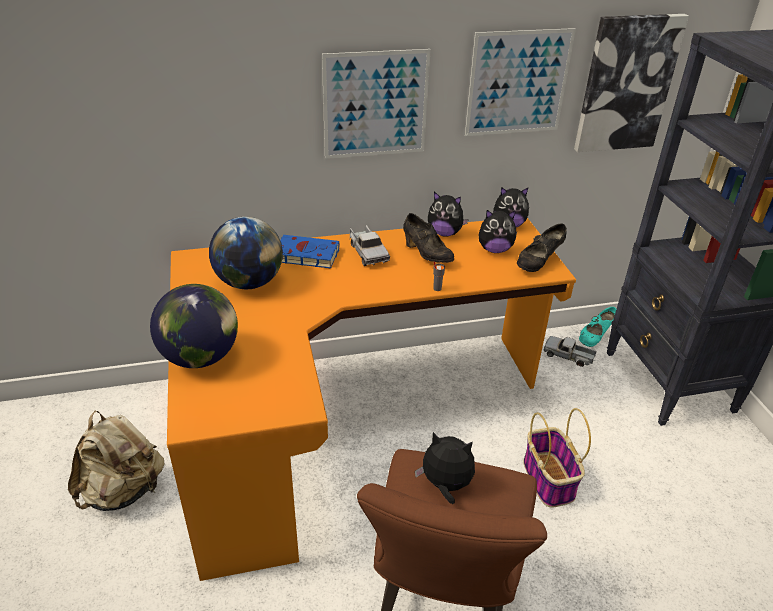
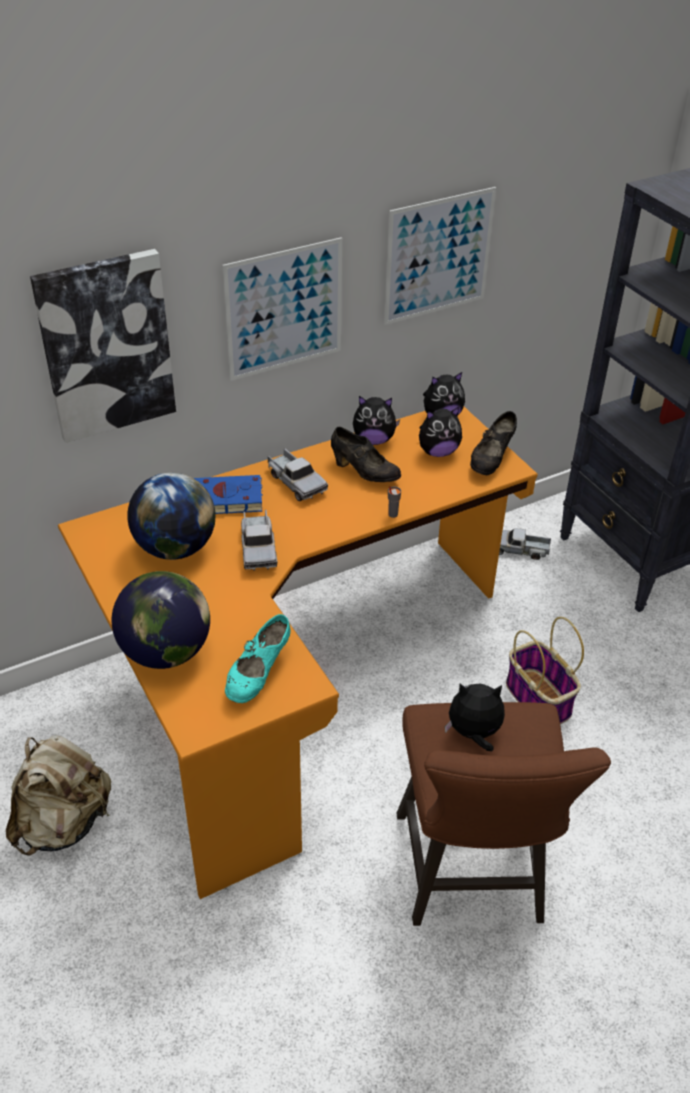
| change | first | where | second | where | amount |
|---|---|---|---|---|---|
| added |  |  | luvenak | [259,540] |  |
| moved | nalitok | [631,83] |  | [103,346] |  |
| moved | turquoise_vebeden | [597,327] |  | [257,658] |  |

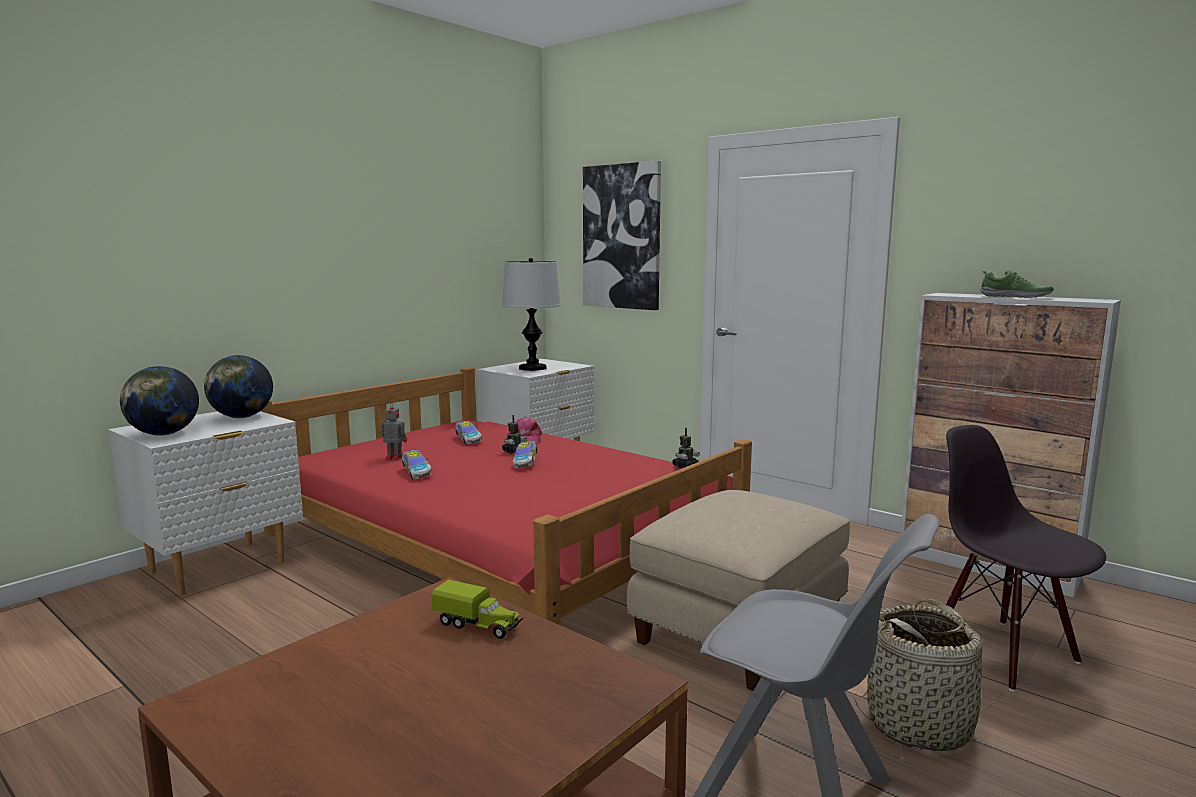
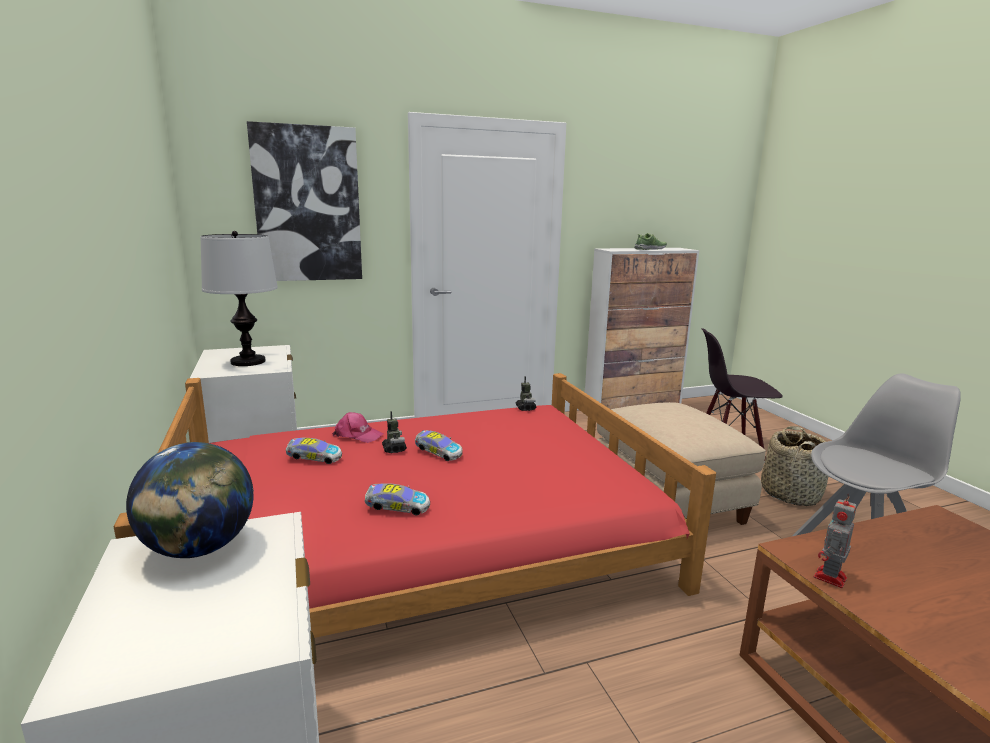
| change | first | where | second | where | amount |
|---|---|---|---|---|---|
| removed | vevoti | [159,401] |  |  |  |
| removed | luvenak | [477,609] |  |  |  |
| moved | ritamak | [393,433] |  | [835,540] |  |

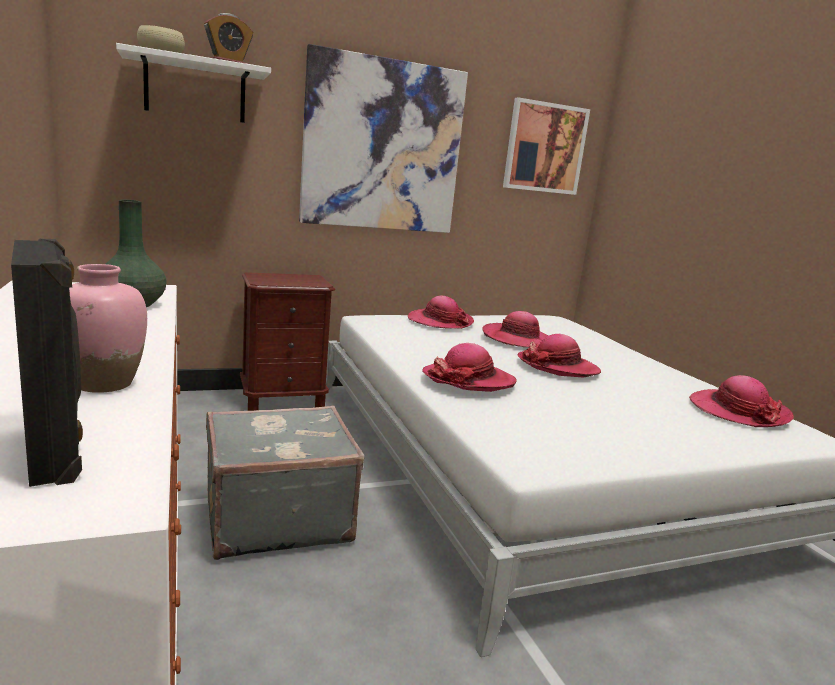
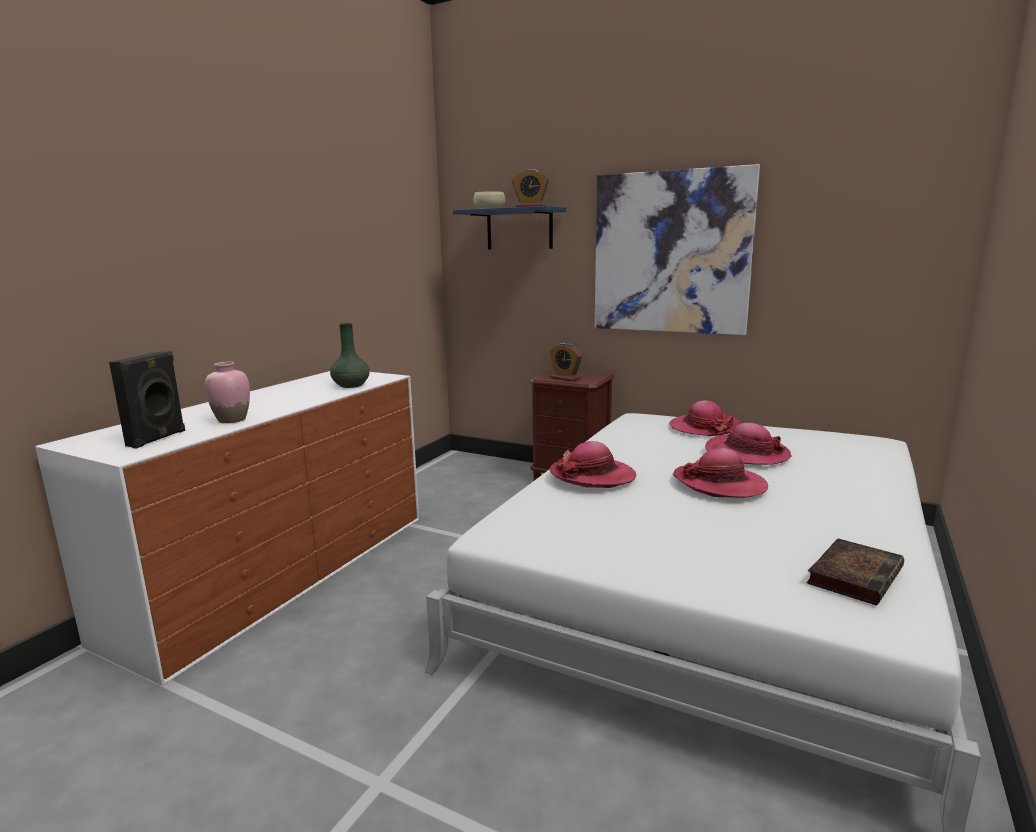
| change | first | where | second | where | amount |
|---|---|---|---|---|---|
| removed | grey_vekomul | [285,483] |  |  |  |
| removed | nalitok | [546,146] |  |  |  |
| added |  |  | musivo | [566,362] |  |
| replaced | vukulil | [741,401] | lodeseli | [855,572] |  |
| recoloured | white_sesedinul | [193,83] | blue_sesedinul | [509,228] |  |

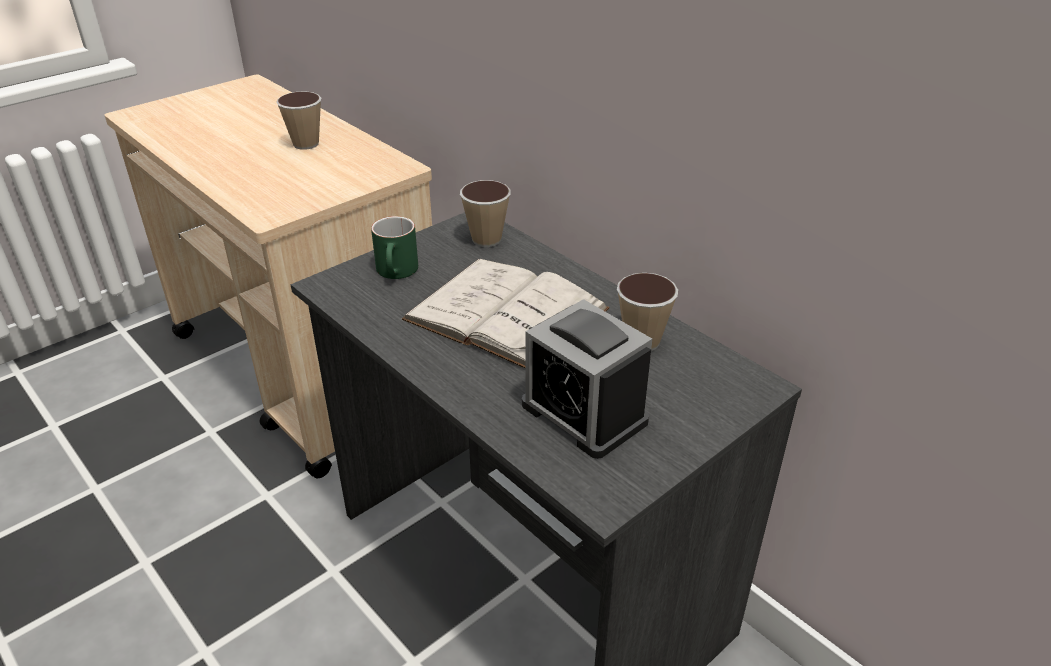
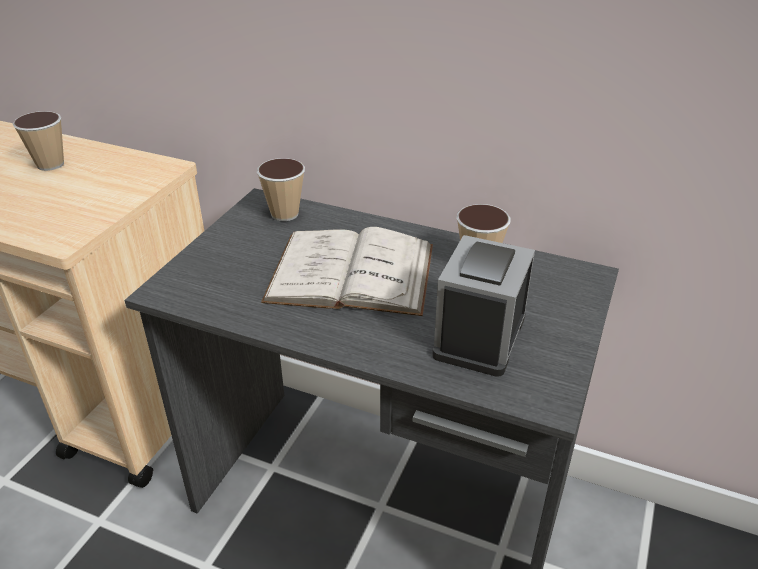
| change | first | where | second | where | amount |
|---|---|---|---|---|---|
| removed | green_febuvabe | [394,247] |  |  |  |
| turned | musivo | [587,379] |  | [483,306] | 90 degrees clockwise |

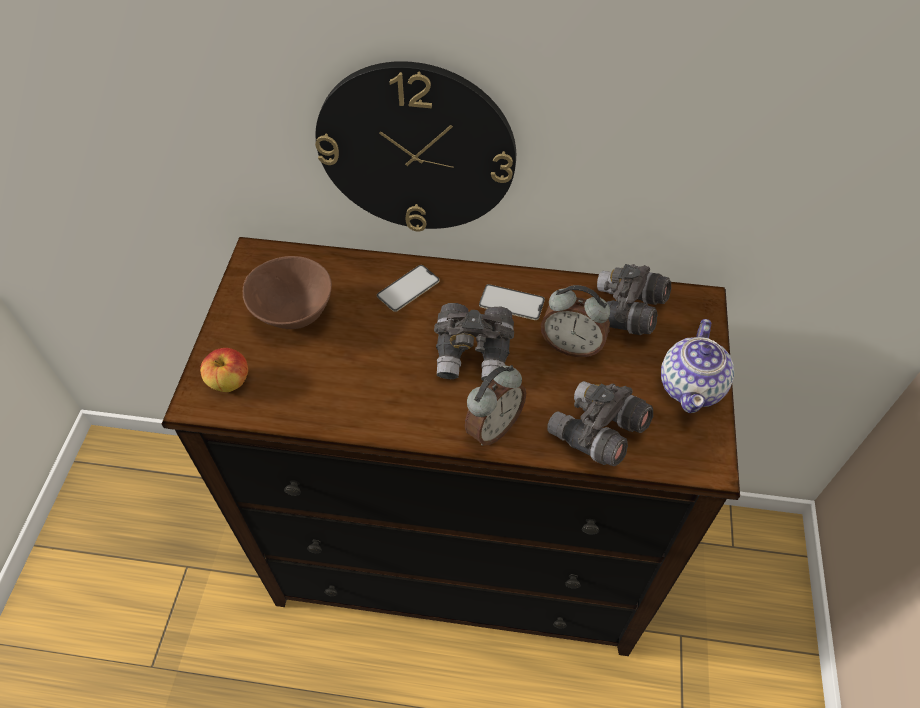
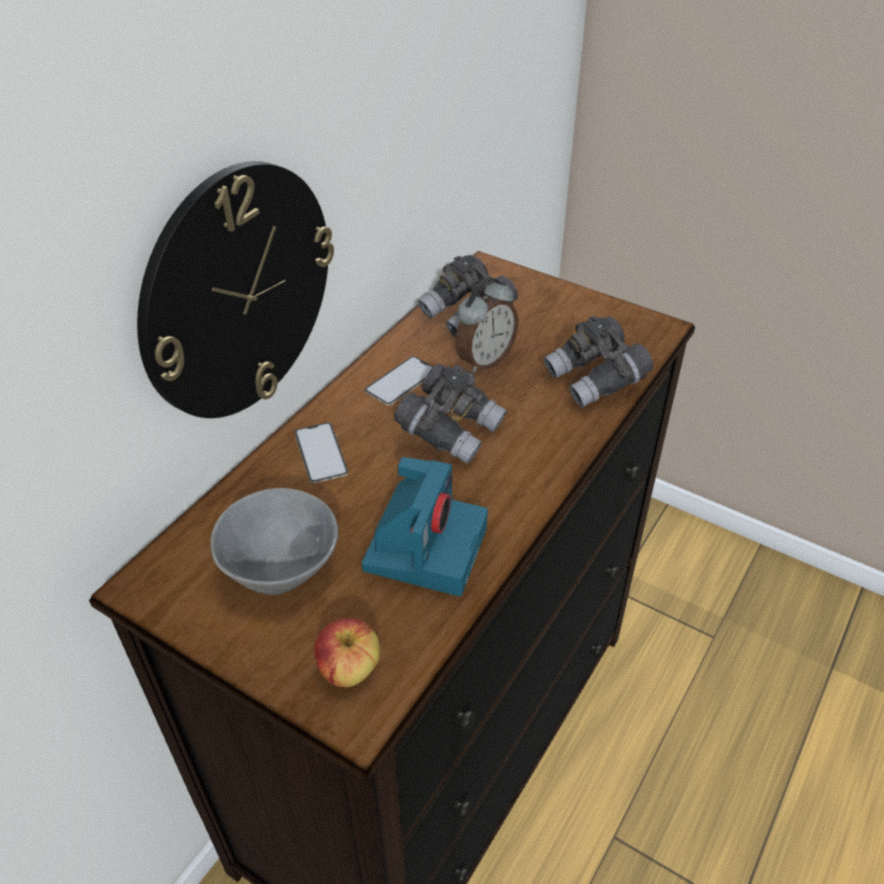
| change | first | where | second | where | amount |
|---|---|---|---|---|---|
| removed | musivo | [495,405] |  |  |  |
| removed | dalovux | [697,366] |  |  |  |
| added |  |  | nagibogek | [425,526] |  |
| recoloured | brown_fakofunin | [287,292] | grey_fakofunin | [274,541] |  |

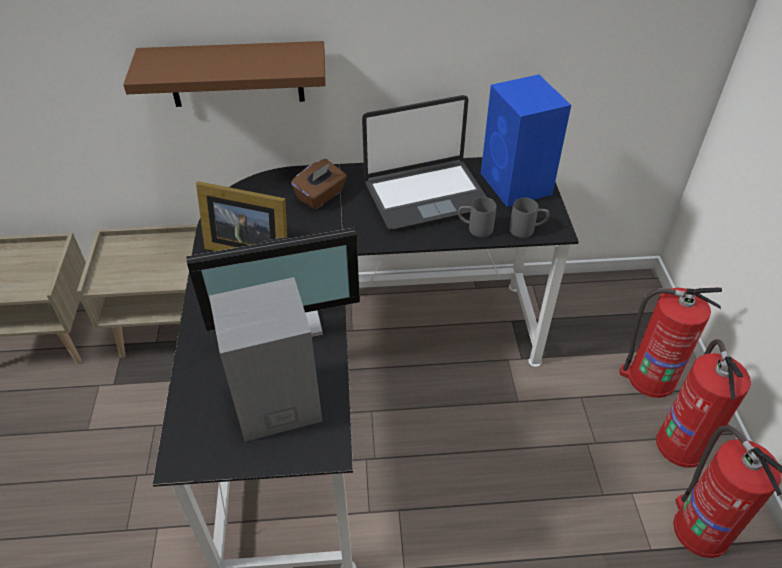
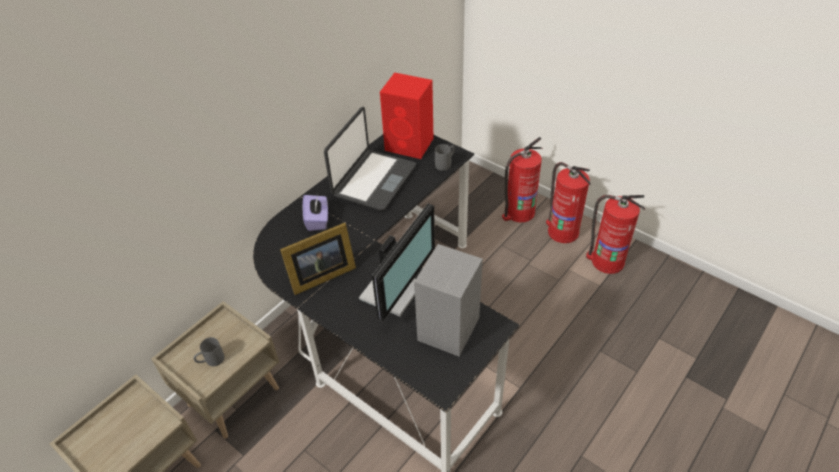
| change | first | where | second | where | amount |
|---|---|---|---|---|---|
| removed | brown_sesedinul | [224,74] |  |  |  |
| moved | grey_febuvabe | [477,217] |  | [209,351] |  |
| recoloured | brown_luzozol | [319,184] | purple_luzozol | [315,213] |  |
| recoloured | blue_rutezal | [526,141] | red_rutezal | [406,115] |  |

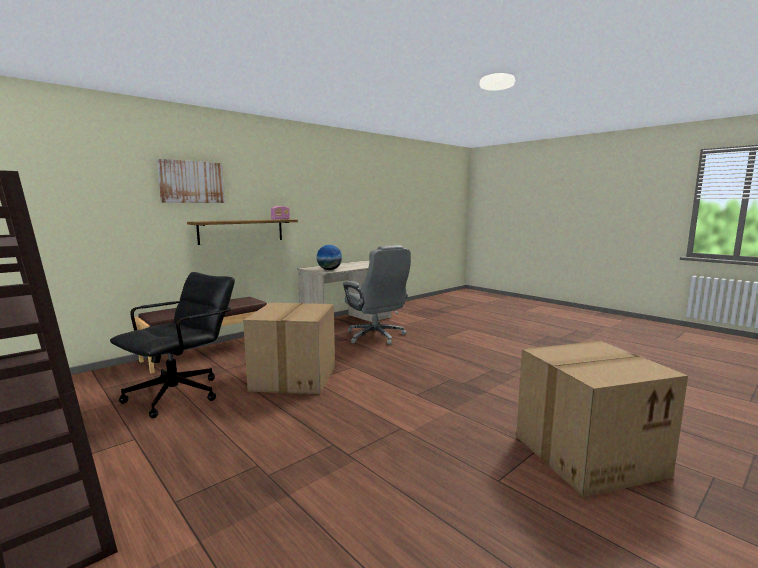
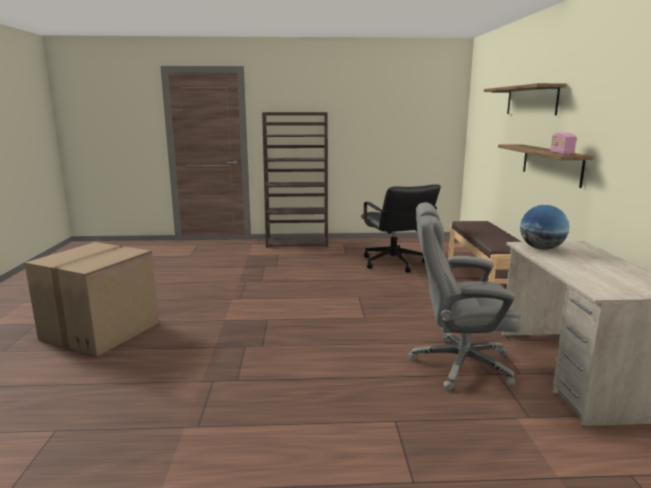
| change | first | where | second | where | amount |
|---|---|---|---|---|---|
| removed | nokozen | [289,348] |  |  |  |
| replaced | nalitok | [191,181] | sesedinul | [525,99] |  |

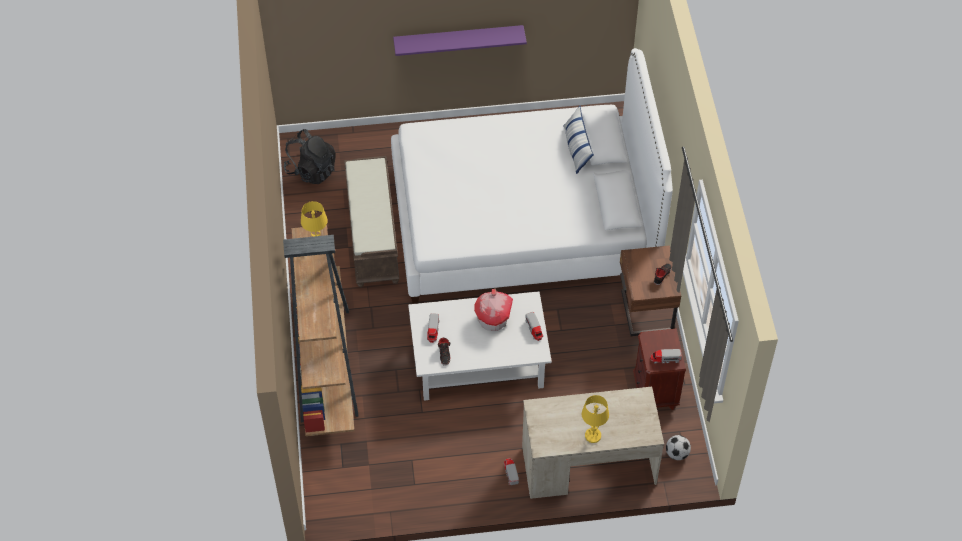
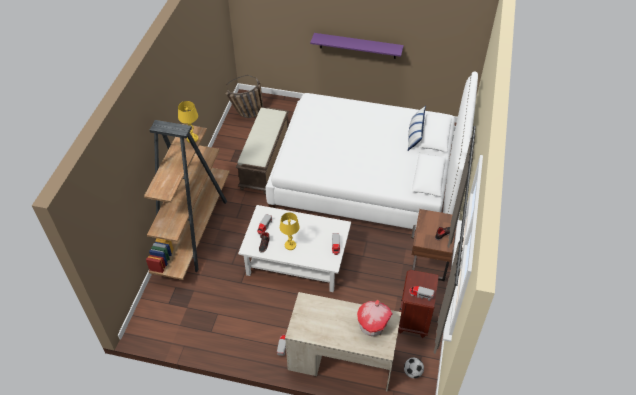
| change | first | where | second | where | amount |
|---|---|---|---|---|---|
| moved | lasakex | [493,310] |  | [374,318] |  |
| moved | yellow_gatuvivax | [595,419] |  | [289,231] |  |
| replaced | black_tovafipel | [309,156] | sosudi | [244,96] |  |

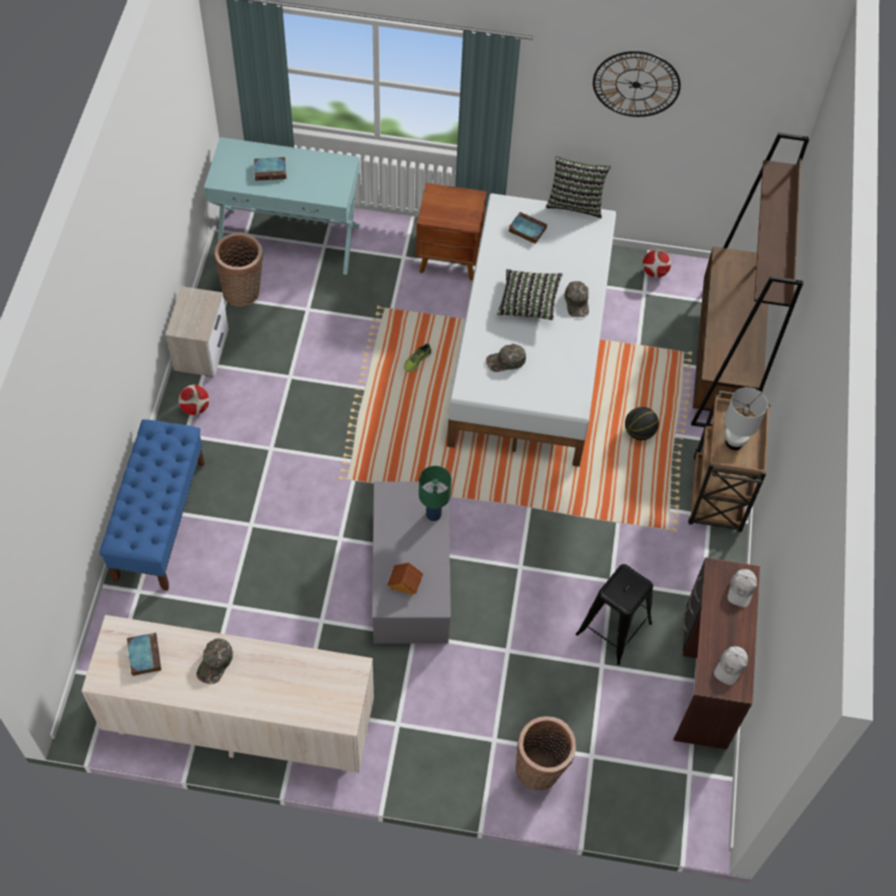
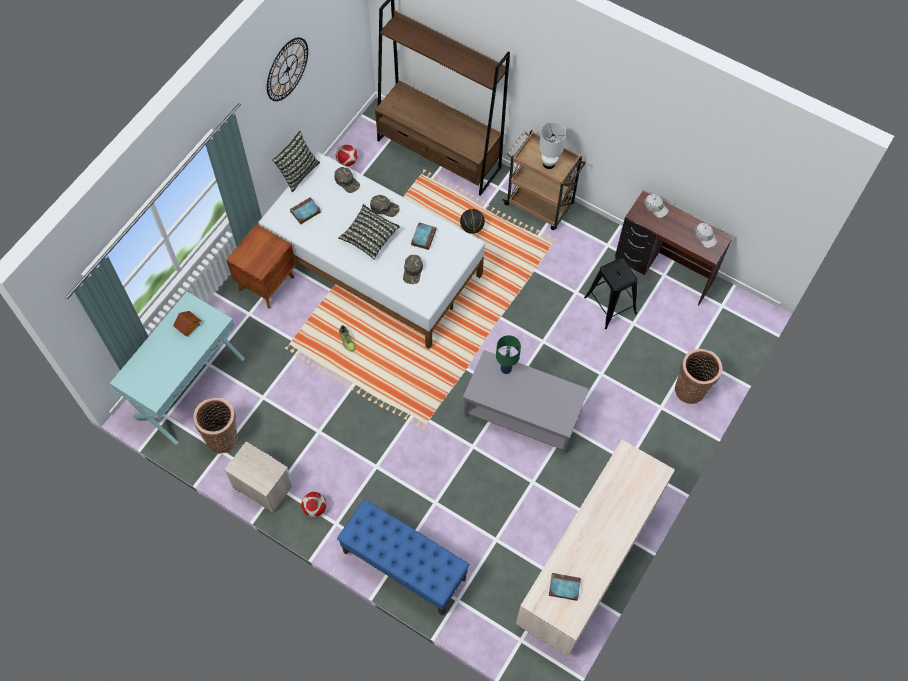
| change | first | where | second | where | amount |
|---|---|---|---|---|---|
| moved | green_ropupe | [214,661] |  | [347,180] |  |
| moved | lodeseli | [270,169] |  | [424,236] |  |
| moved | lasakex | [405,579] |  | [187,324] |  |

